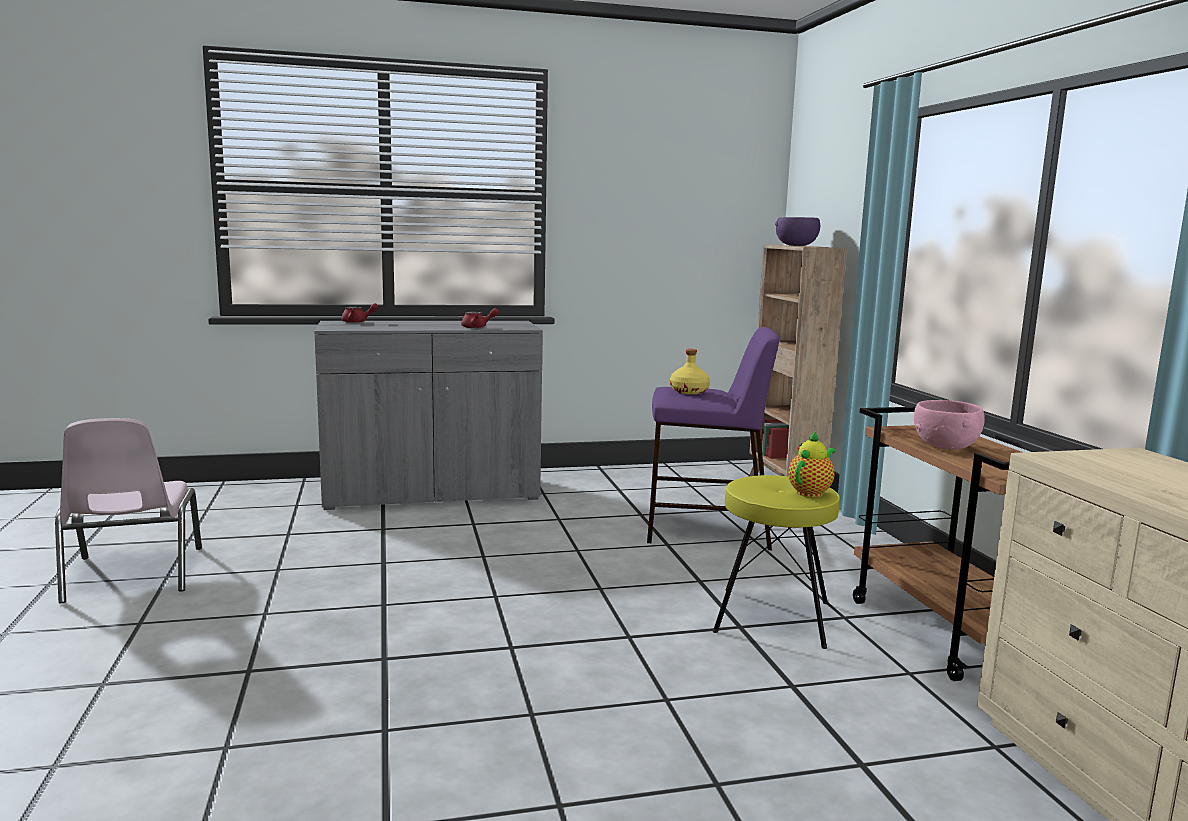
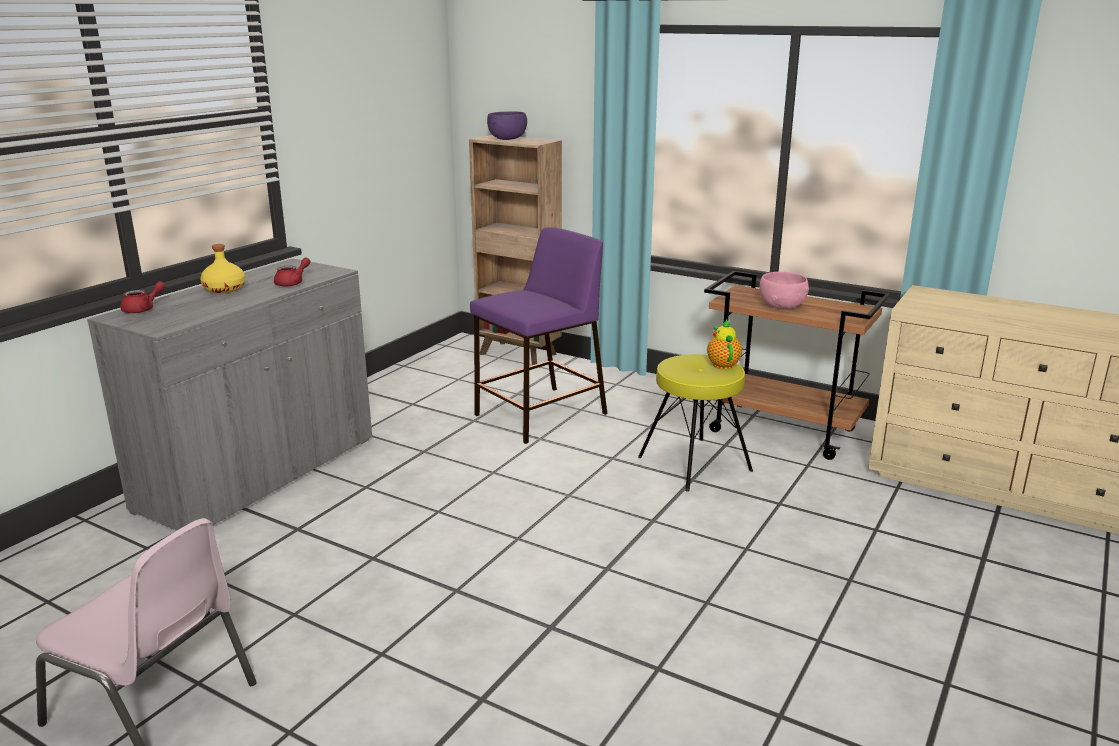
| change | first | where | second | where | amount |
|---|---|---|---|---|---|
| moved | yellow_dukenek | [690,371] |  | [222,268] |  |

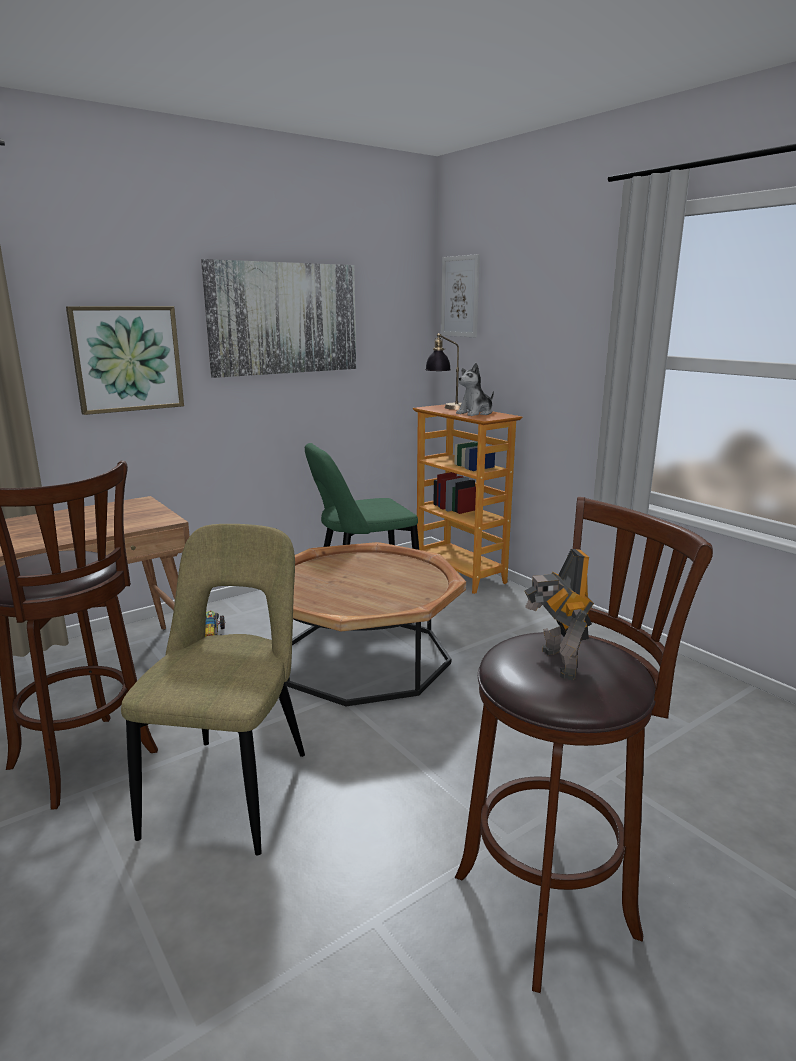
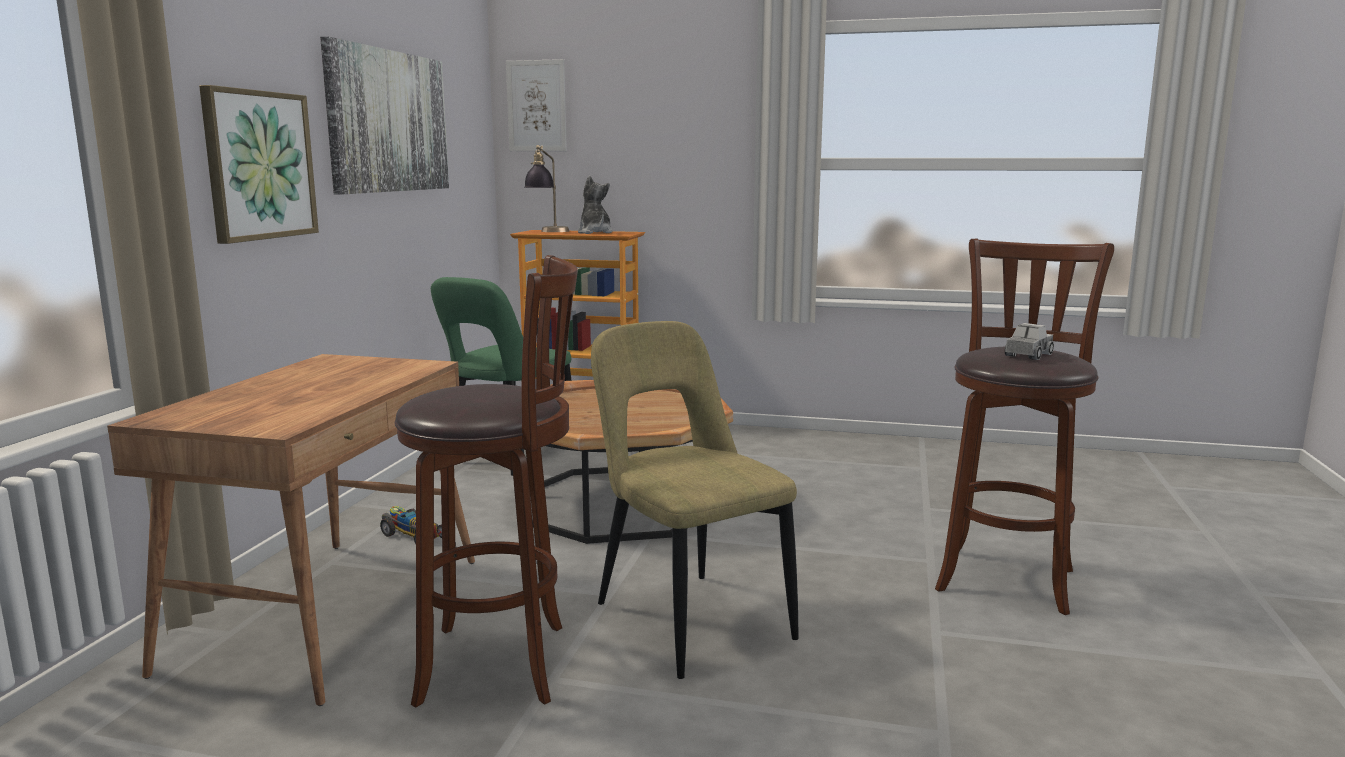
| change | first | where | second | where | amount |
|---|---|---|---|---|---|
| replaced | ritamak | [559,615] | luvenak | [1029,341] |  |
| turned | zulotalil | [475,389] |  | [595,205] | 150 degrees clockwise |

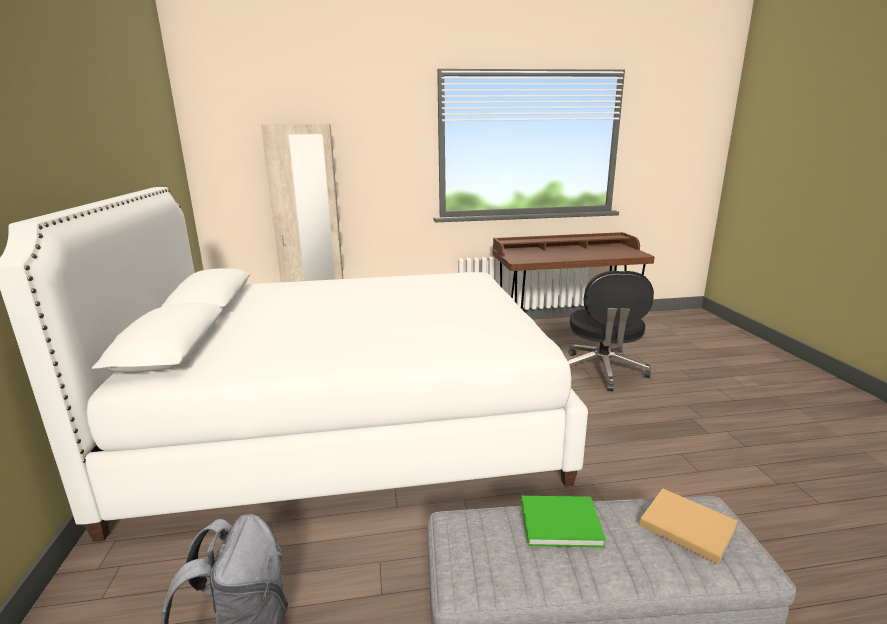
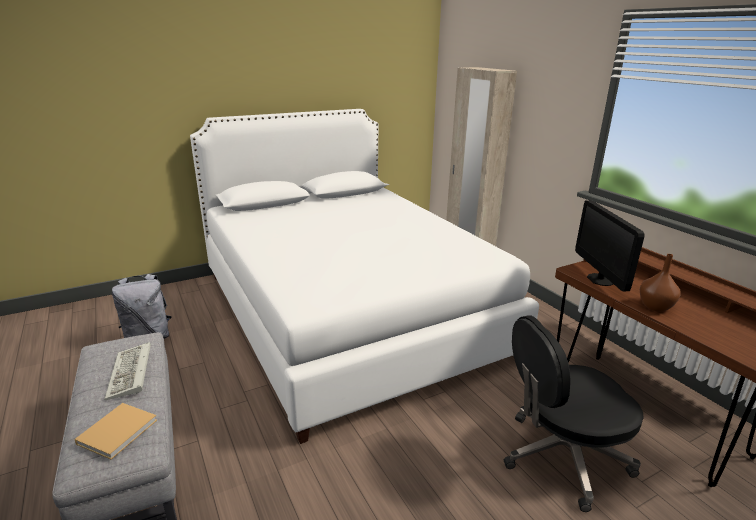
| change | first | where | second | where | amount |
|---|---|---|---|---|---|
| added |  |  | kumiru | [610,245] |  |
| added |  |  | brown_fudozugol | [660,283] |  |
| replaced | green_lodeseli | [563,522] | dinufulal | [127,371] |  |

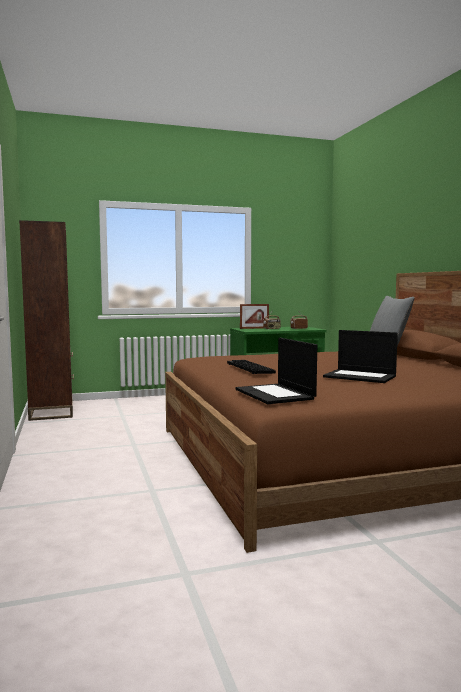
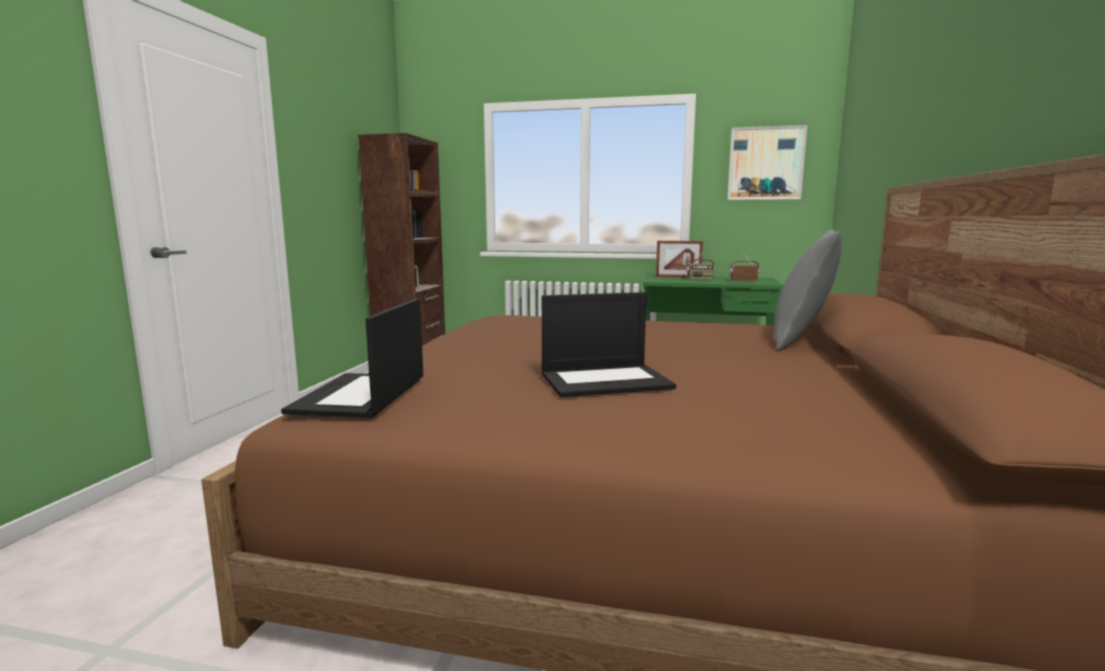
| change | first | where | second | where | amount |
|---|---|---|---|---|---|
| removed | dinufulal | [251,367] |  |  |  |
| added |  |  | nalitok | [767,162] |  |
| turned | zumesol | [360,356] |  | [609,344] | 75 degrees counterclockwise |

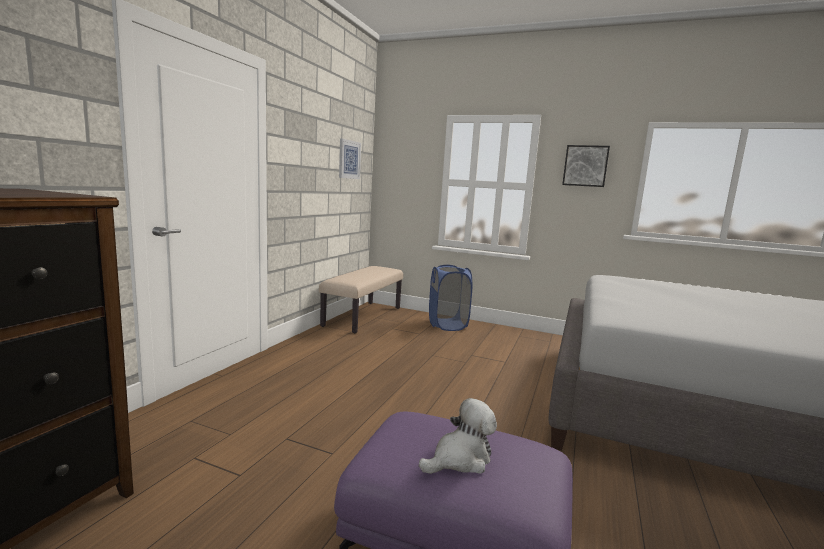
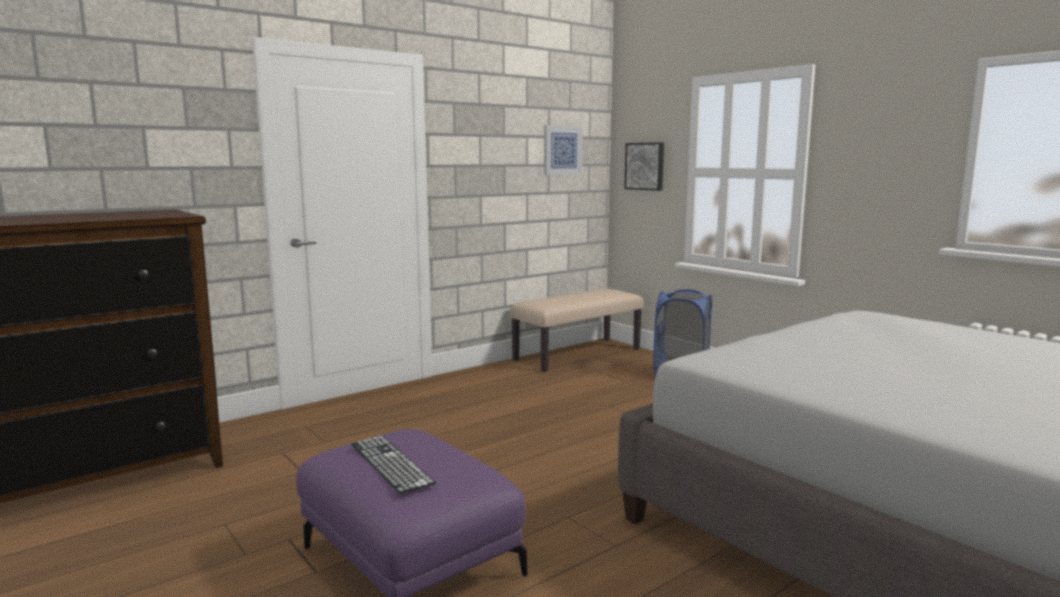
| change | first | where | second | where | amount |
|---|---|---|---|---|---|
| moved | nalitok | [586,166] |  | [644,166] |  |
| replaced | zulotalil | [458,436] | dinufulal | [393,465] |  |

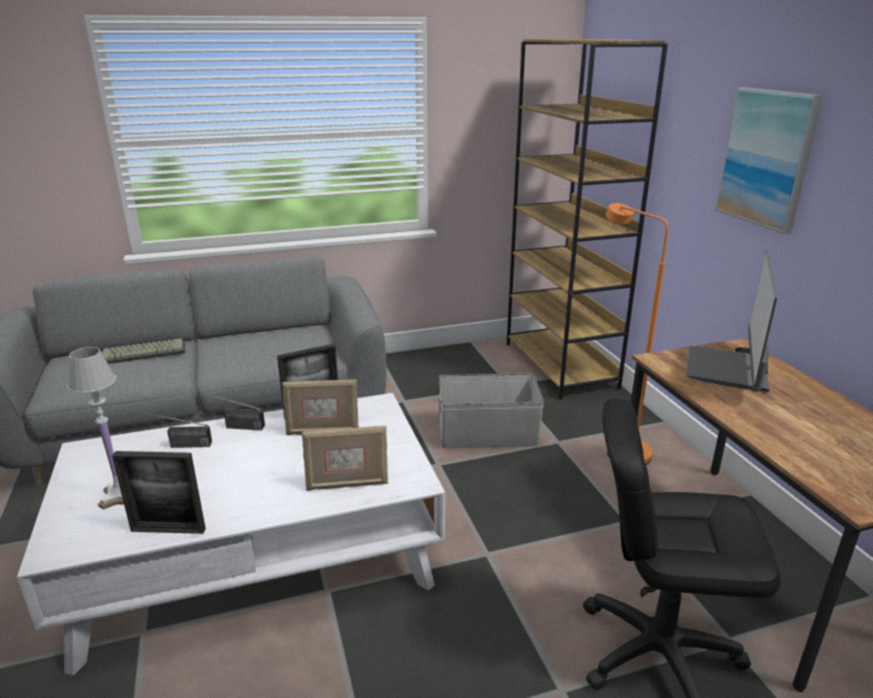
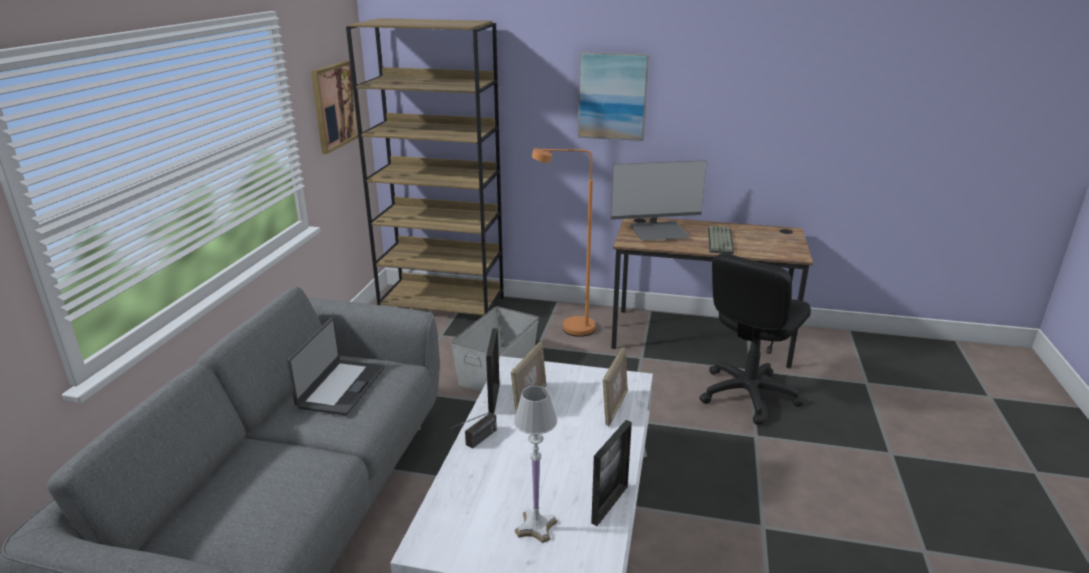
| change | first | where | second | where | amount |
|---|---|---|---|---|---|
| removed | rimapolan | [178,430] |  |  |  |
| added |  |  | zumesol | [336,366] |  |
| added |  |  | nalitok | [336,107] |  |
| moved | dinufulal | [143,351] |  | [721,240] |  |
| turned | kumiru | [731,321] |  | [658,200] | 60 degrees counterclockwise |

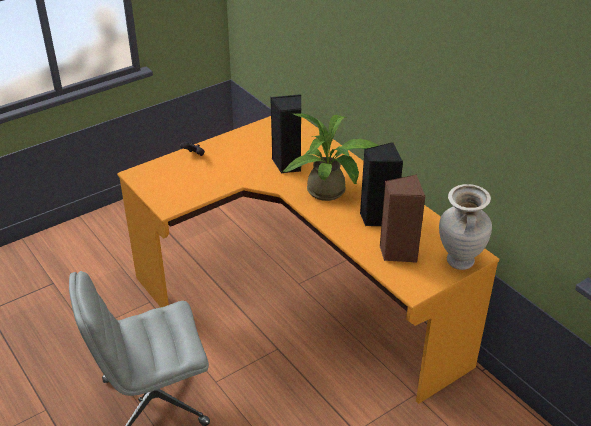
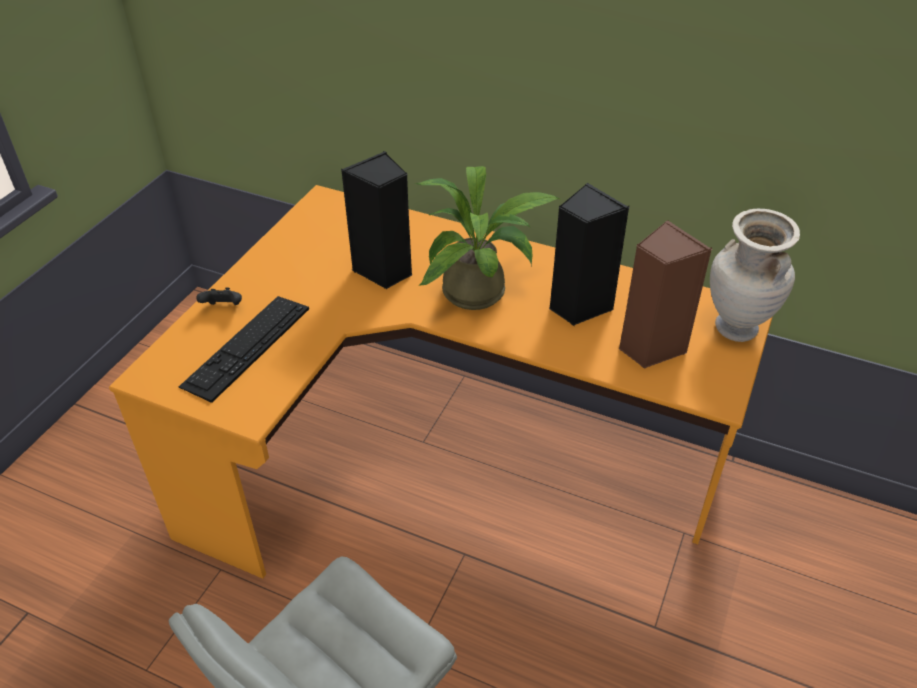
| change | first | where | second | where | amount |
|---|---|---|---|---|---|
| added |  |  | dinufulal | [244,349] |  |

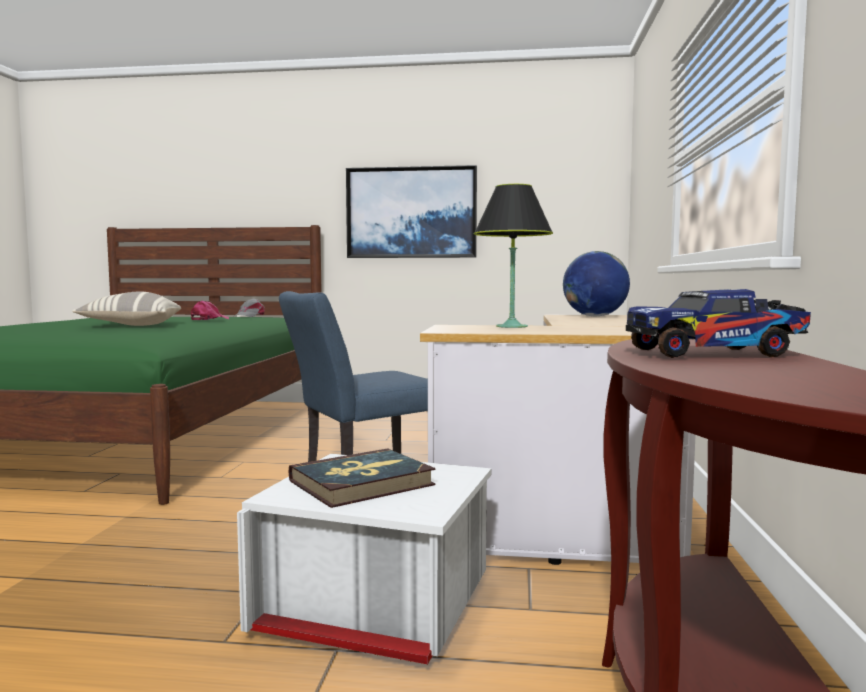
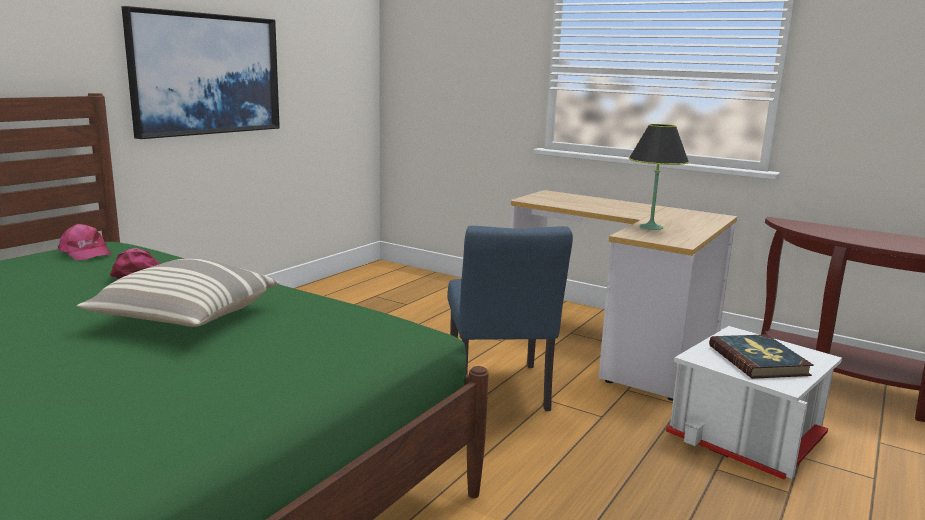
| change | first | where | second | where | amount |
|---|---|---|---|---|---|
| removed | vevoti | [596,283] |  |  |  |
| removed | luvenak | [718,323] |  |  |  |
| recoloured | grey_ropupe | [249,307] | pink_ropupe | [84,242] |  |

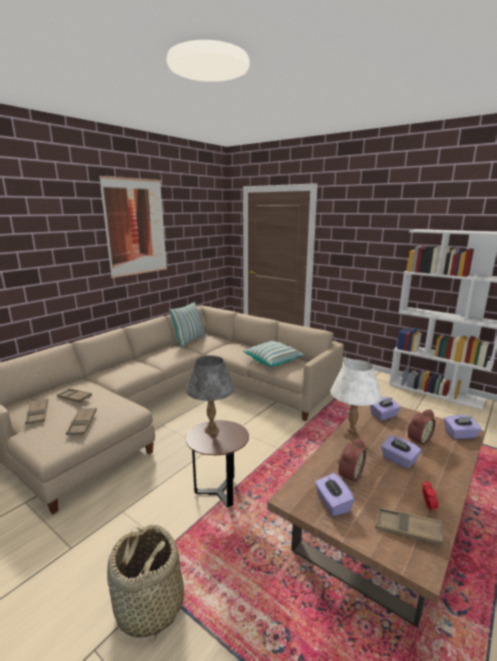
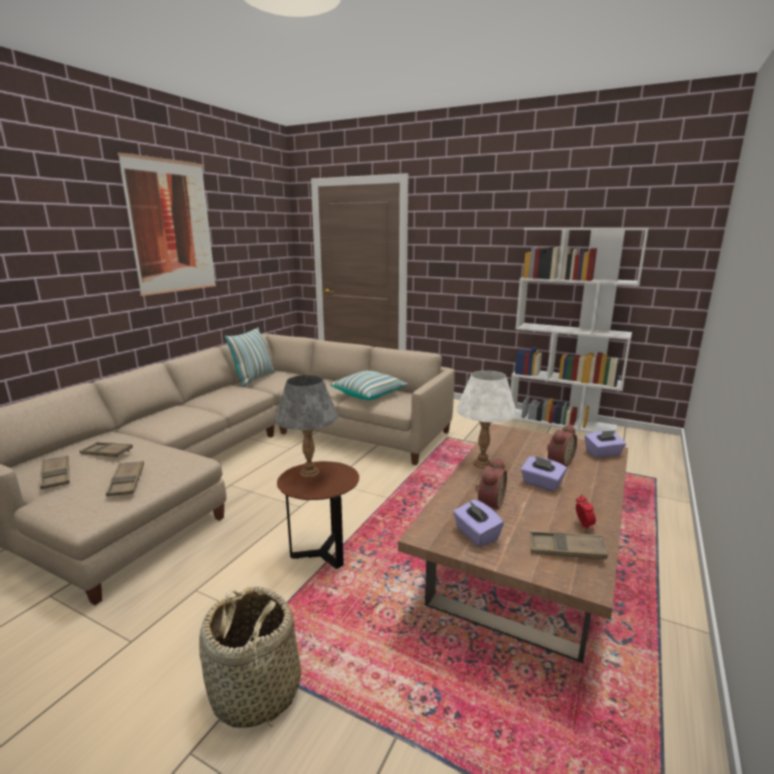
| change | first | where | second | where | amount |
|---|---|---|---|---|---|
| removed | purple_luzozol | [385,409] |  |  |  |

